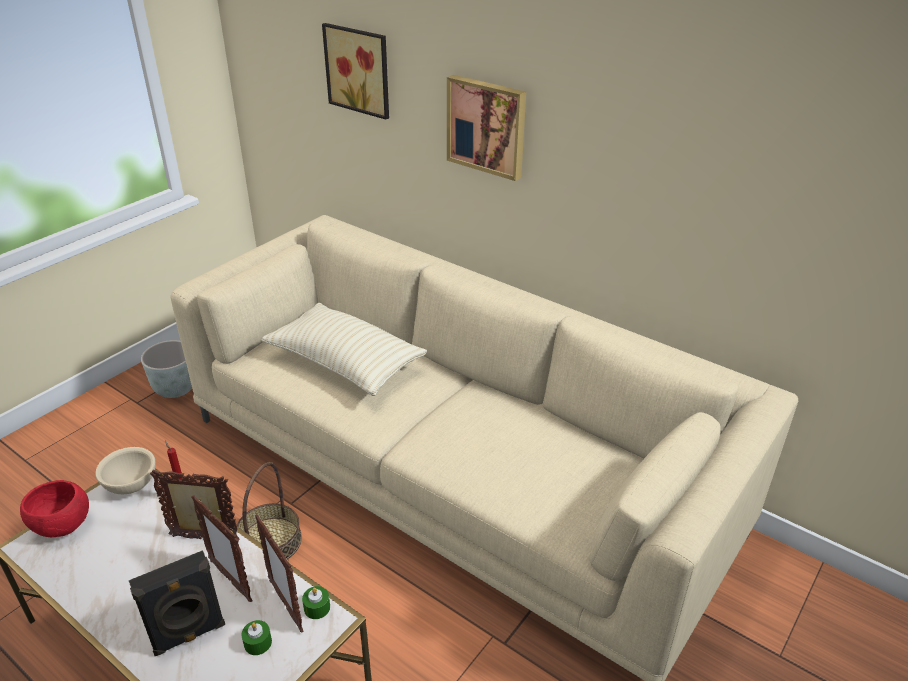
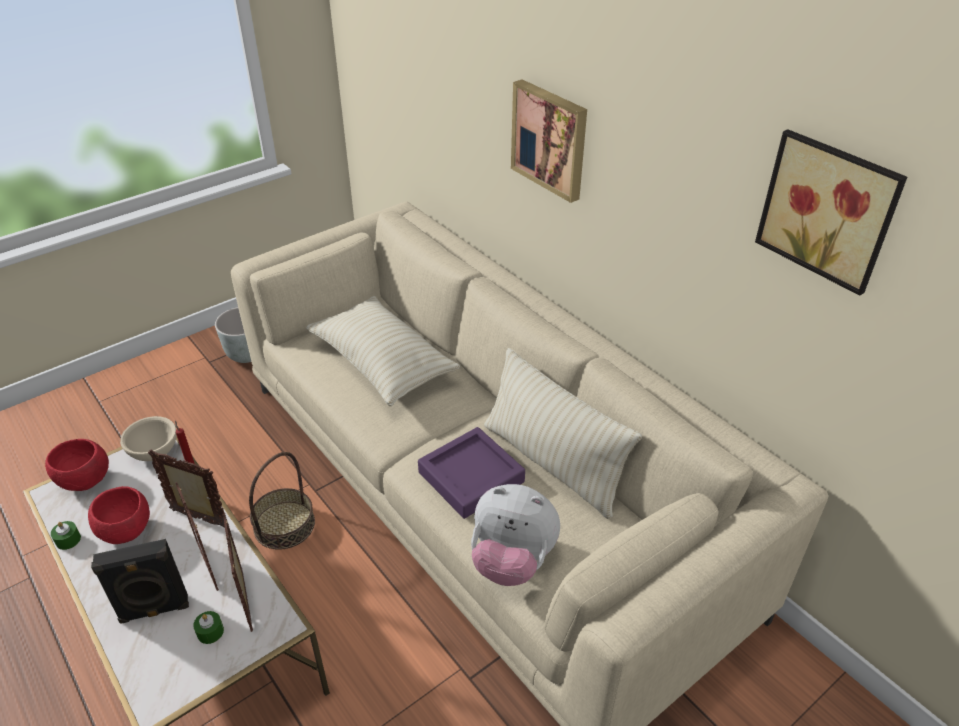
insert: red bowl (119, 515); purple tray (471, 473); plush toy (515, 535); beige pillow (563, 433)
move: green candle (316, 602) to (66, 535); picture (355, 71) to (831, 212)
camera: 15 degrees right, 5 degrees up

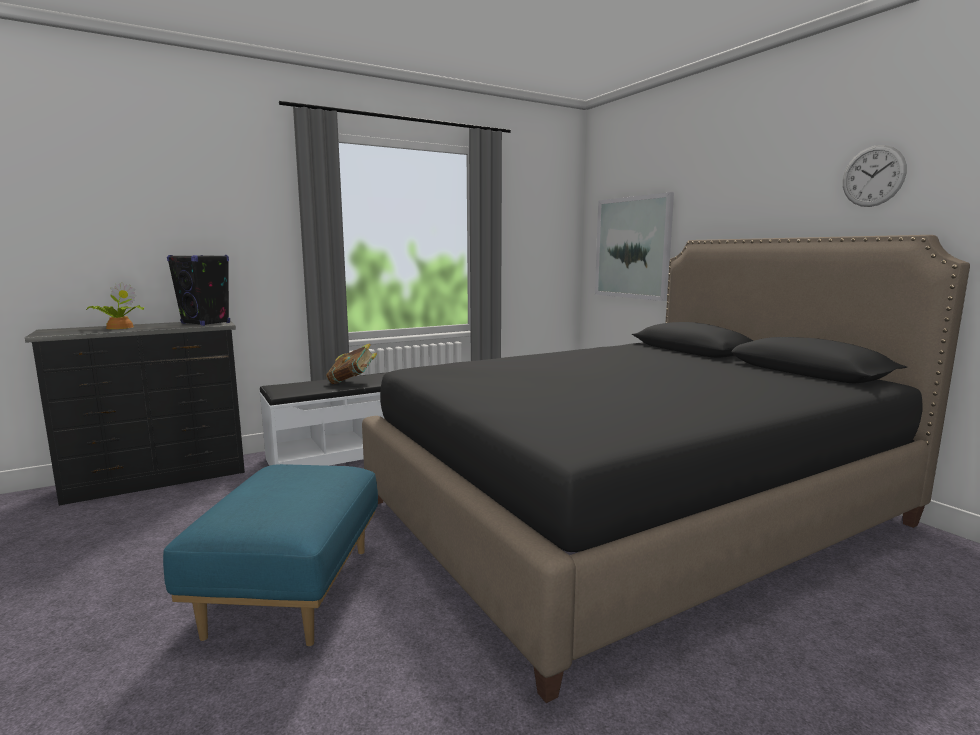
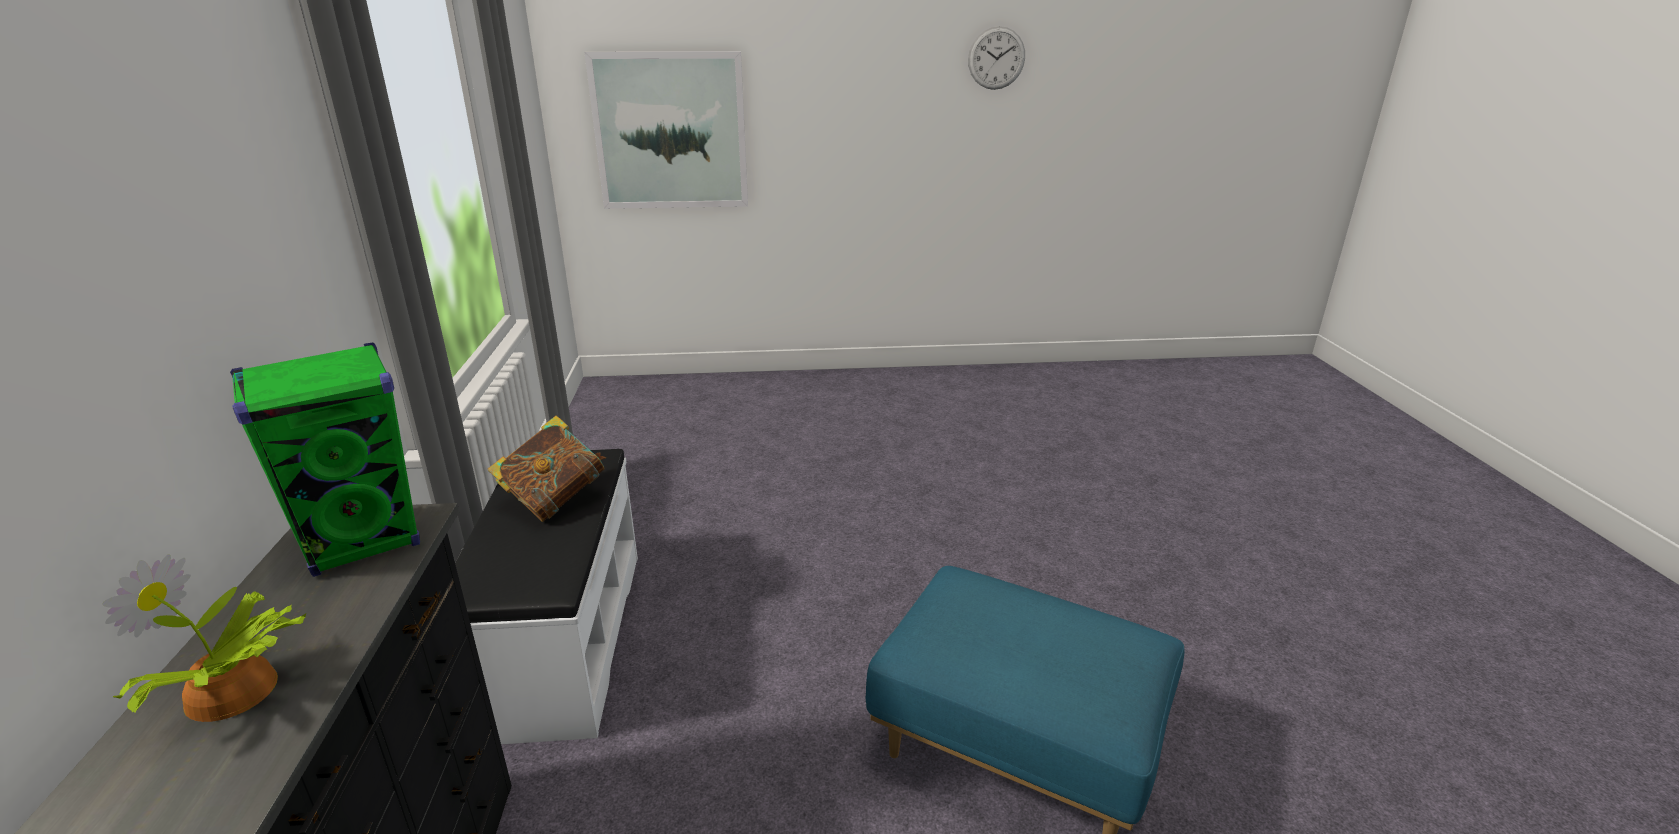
delete: black bed (666, 469)
recolor: black speaker (198, 290) to green speaker (325, 459)
camera: 65 degrees left, 15 degrees up

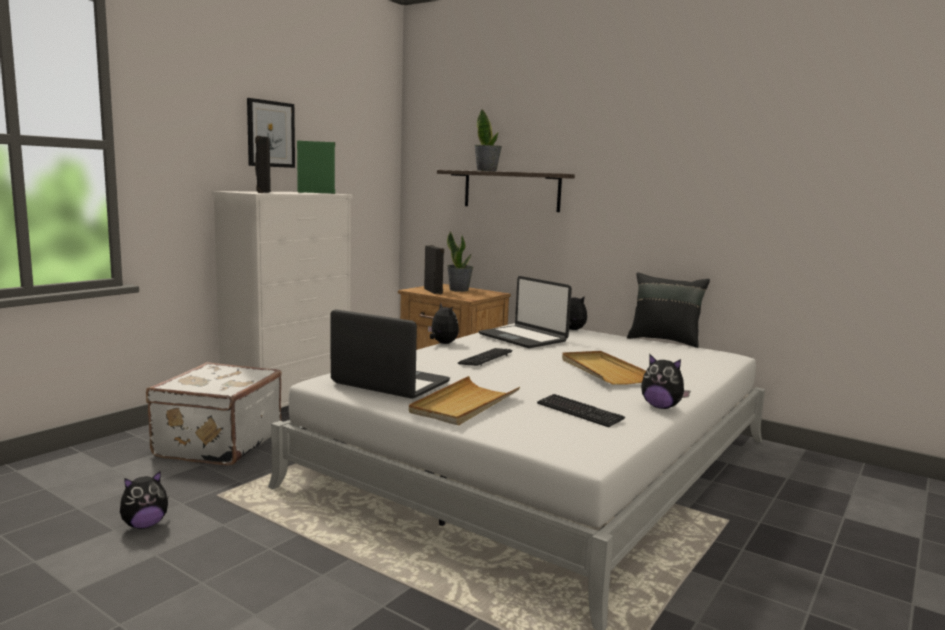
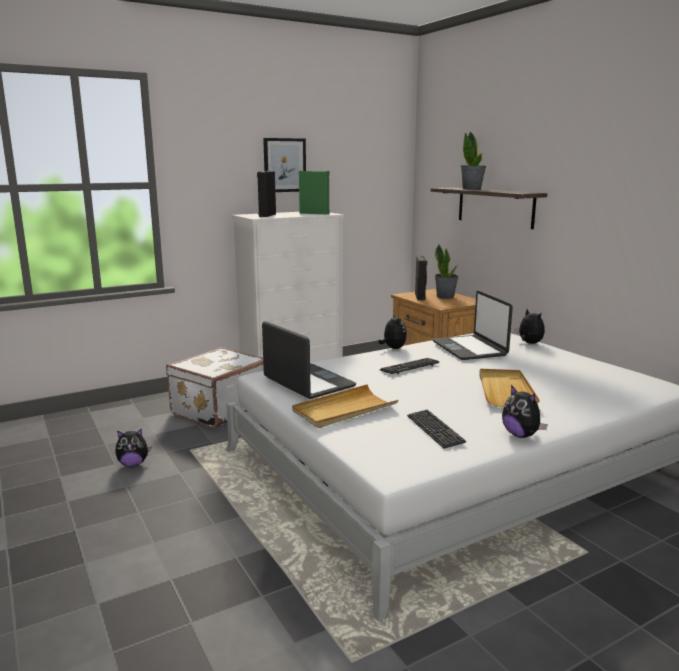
delete: black pillow (668, 310)
camera: 25 degrees right, 5 degrees up

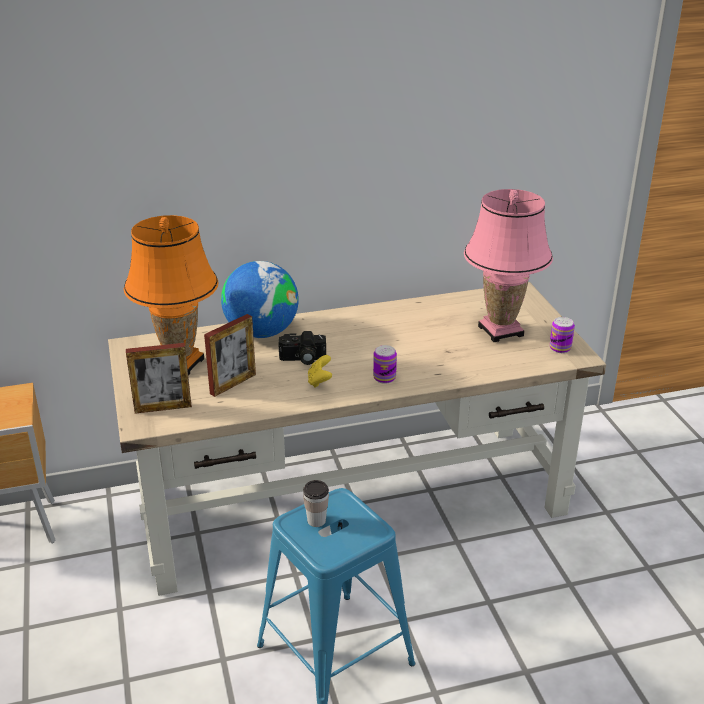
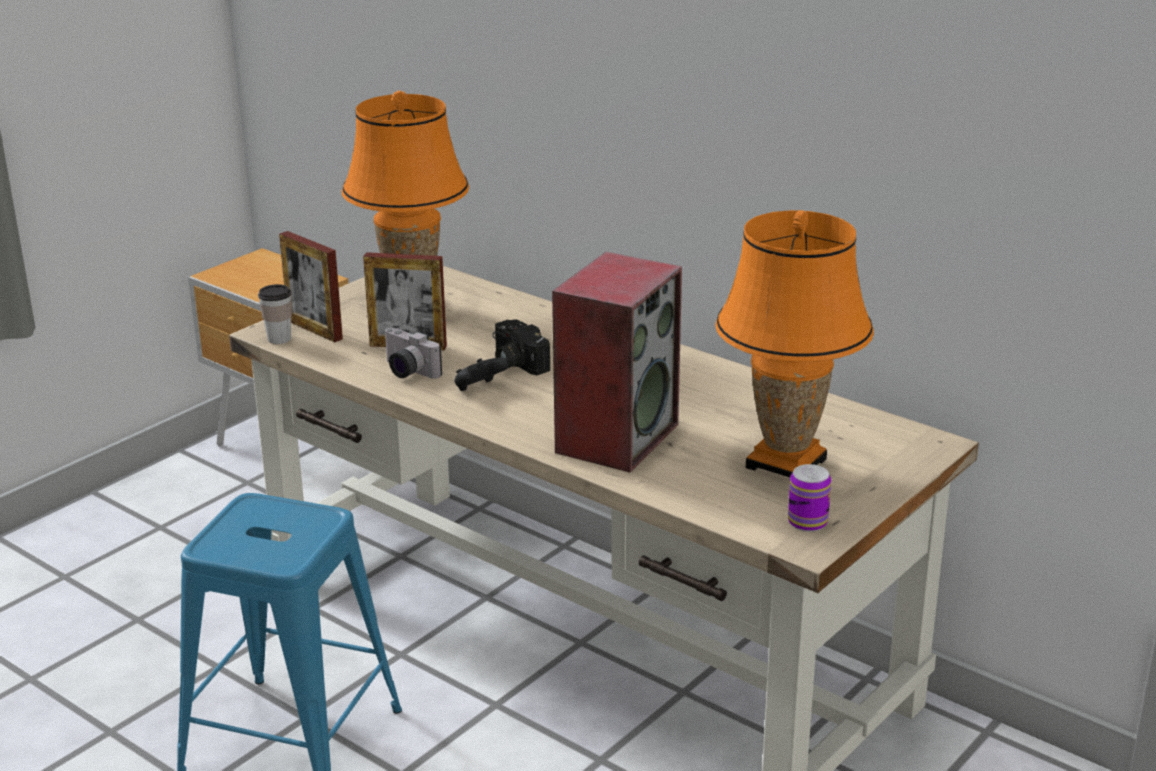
delete: globe (260, 299); can (385, 364)
insert: photo camera (413, 353); speaker (617, 362)
move: cup (316, 503) to (275, 314)
recolor: yellow game controller (320, 371) to black game controller (482, 374); pink table lamp (508, 265) to orange table lamp (794, 343)
camera: 55 degrees right, 5 degrees down

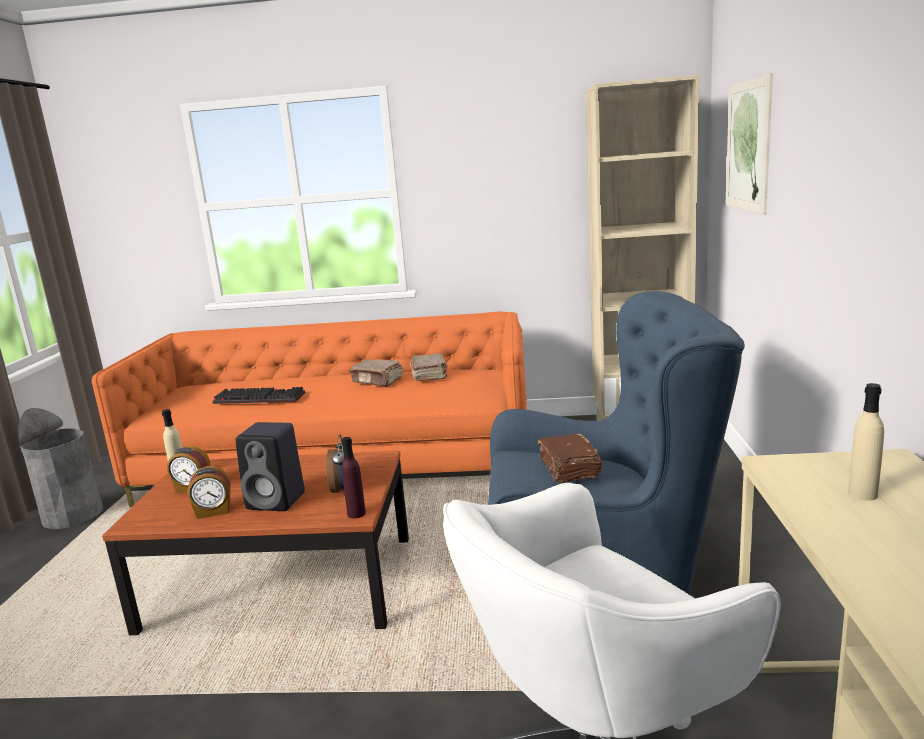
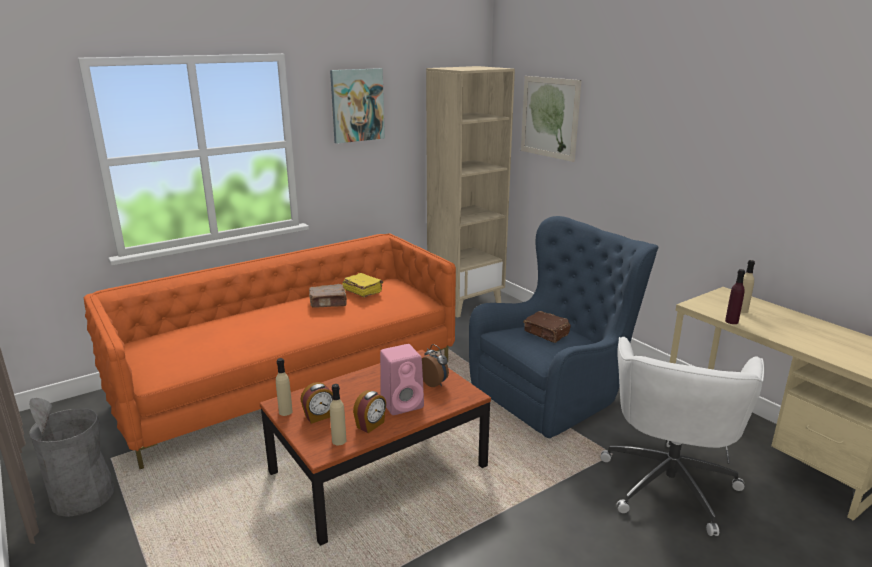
delete: keyboard (259, 395)
insert: picture (357, 106); beige bottle (338, 414)
move: purple bottle (353, 477) to (735, 296)
recolor: brown book (429, 367) to yellow book (362, 285); black speaker (270, 466) to pink speaker (402, 379)
camera: 40 degrees left, 5 degrees up

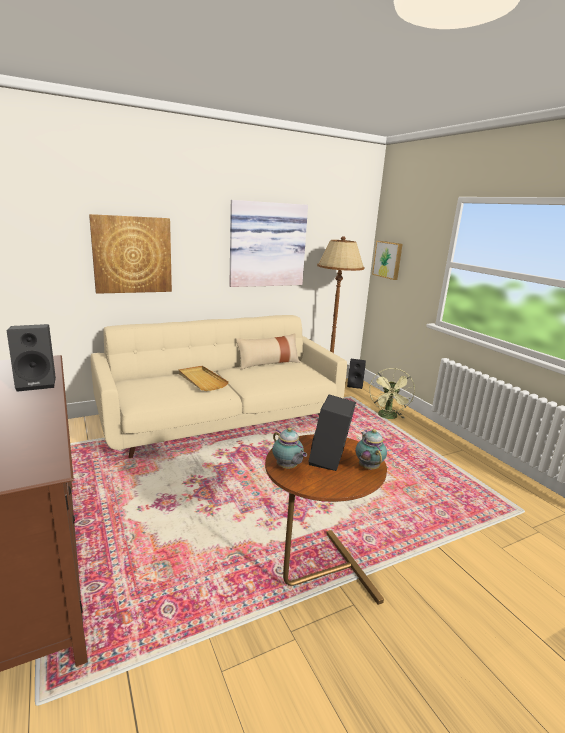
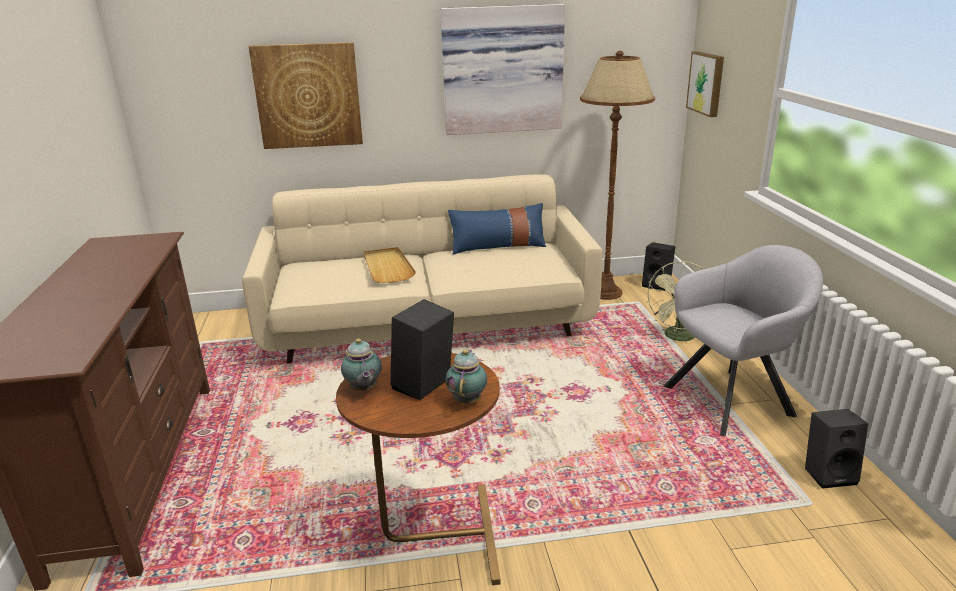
insert: grey armchair (743, 340)
move: black speaker (31, 358) to (836, 449)
recolor: beige pillow (268, 351) to blue pillow (497, 228)
camera: 20 degrees right, 5 degrees up

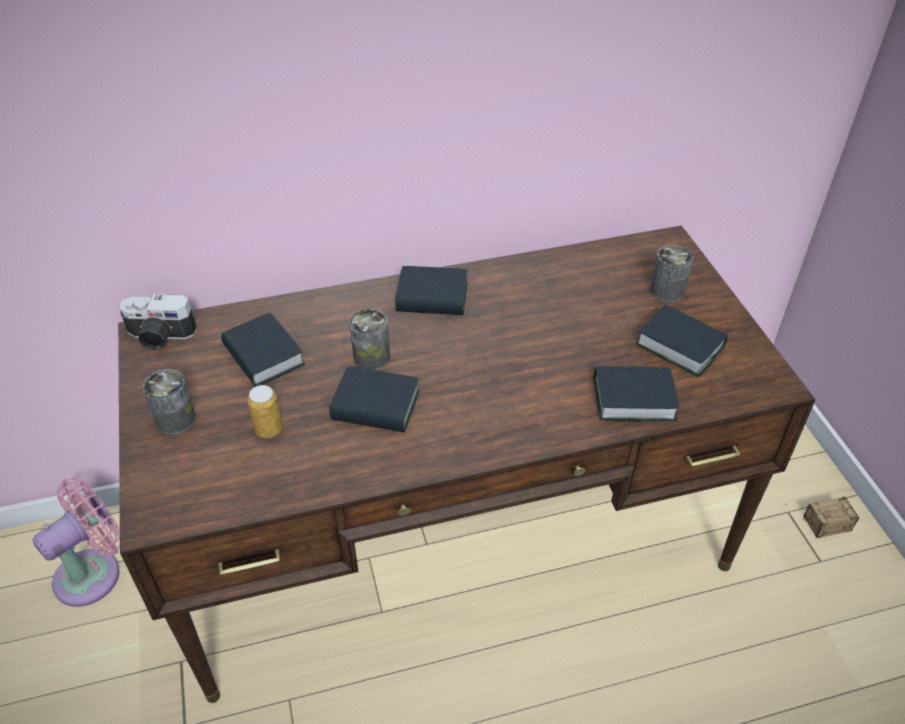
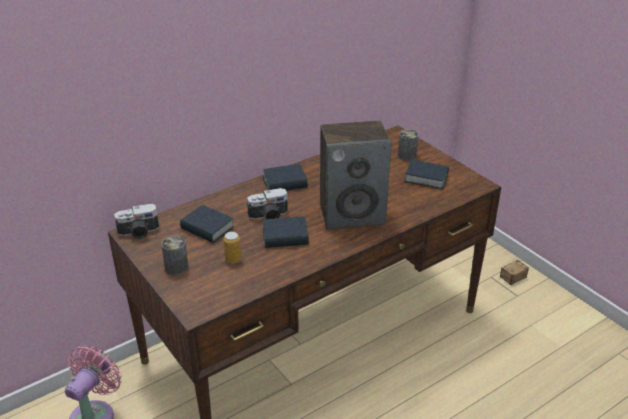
delete: book (636, 394)
insert: speaker (355, 175)
replace: can (370, 339) to photo camera (267, 203)
camera: 20 degrees left, 10 degrees down

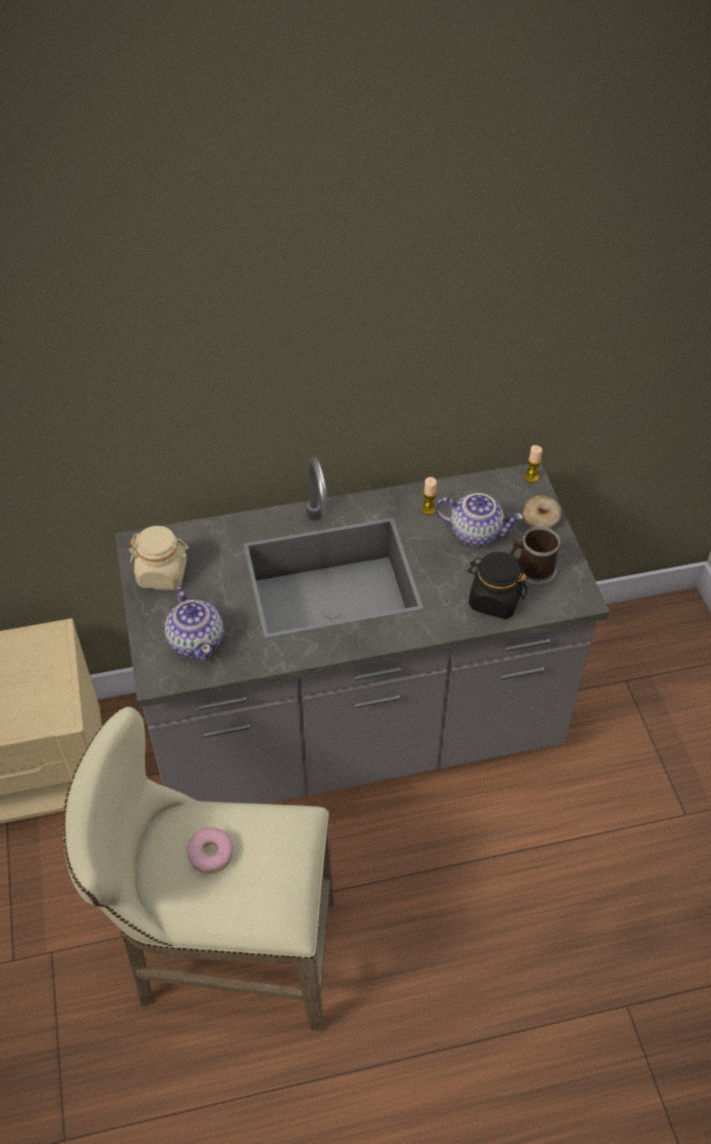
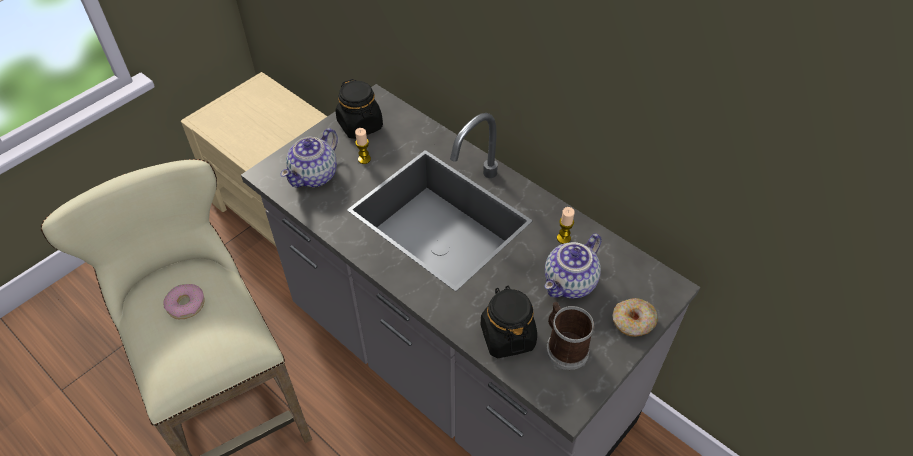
move: candle (533, 464) to (363, 146)
recolor: beige jar (159, 558) to black jar (359, 109)
rotate: teapot (479, 519) = (573, 266) 60 degrees clockwise
camera: 55 degrees right, 0 degrees up

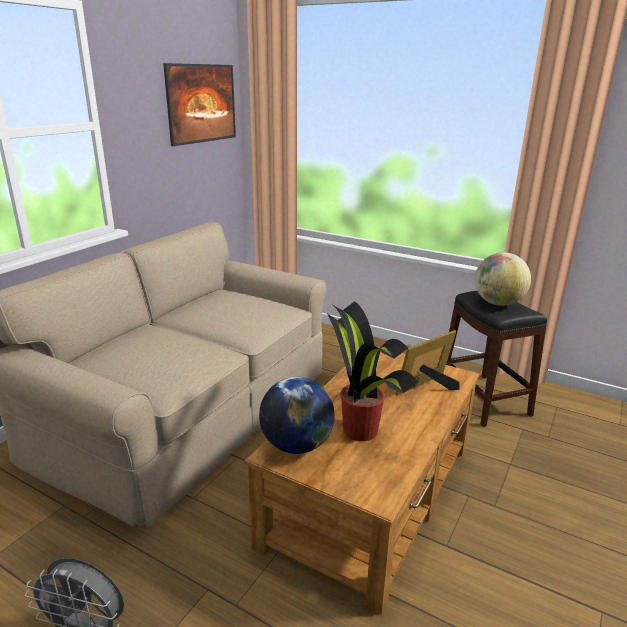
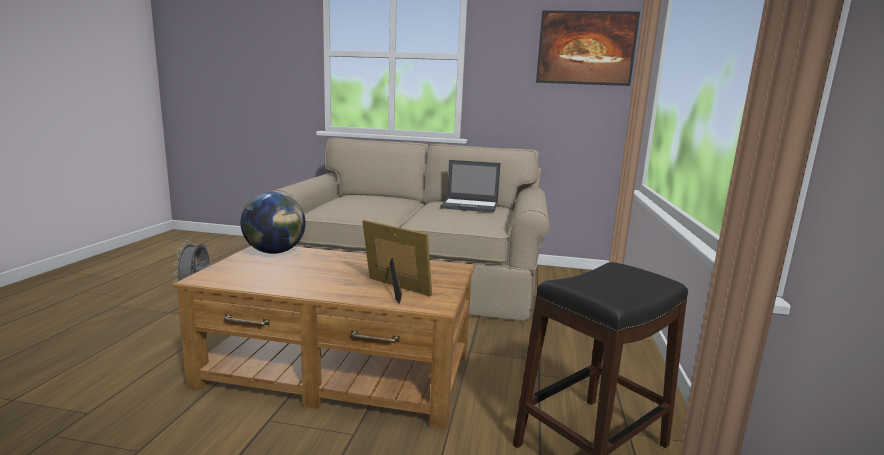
delete: potted plant (372, 371); globe (503, 279)
insert: laptop (470, 186)
camera: 70 degrees right, 10 degrees down

